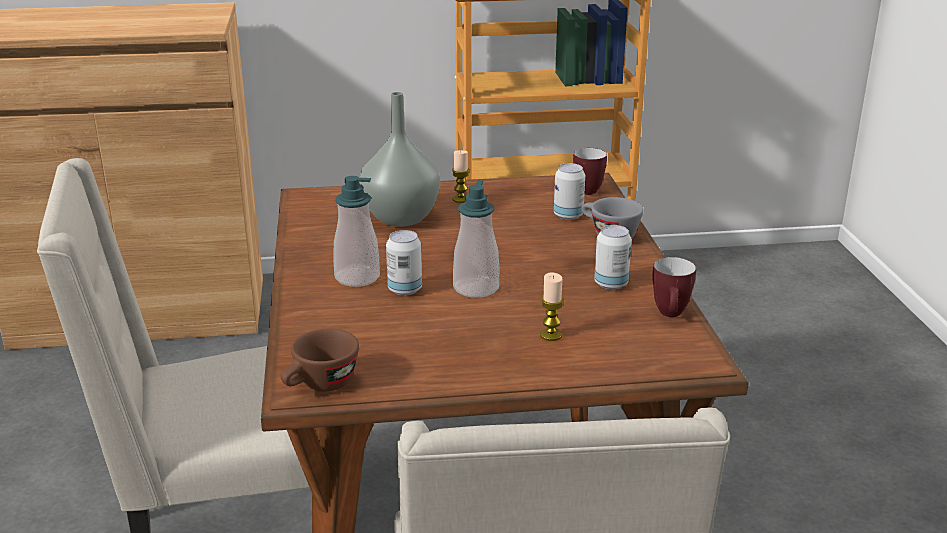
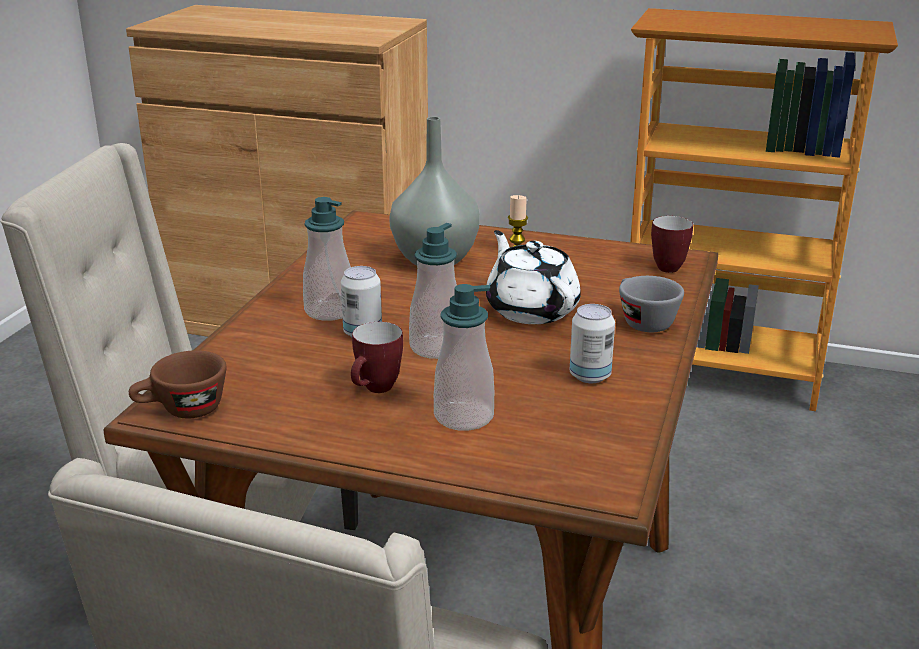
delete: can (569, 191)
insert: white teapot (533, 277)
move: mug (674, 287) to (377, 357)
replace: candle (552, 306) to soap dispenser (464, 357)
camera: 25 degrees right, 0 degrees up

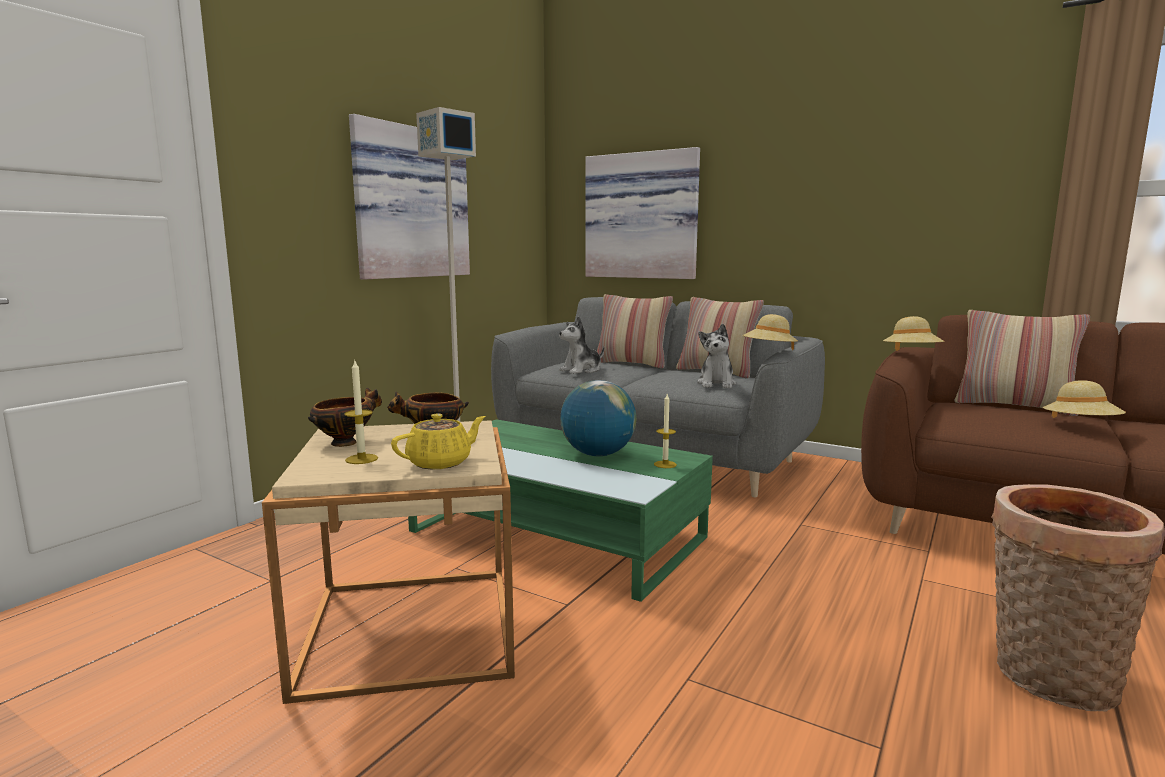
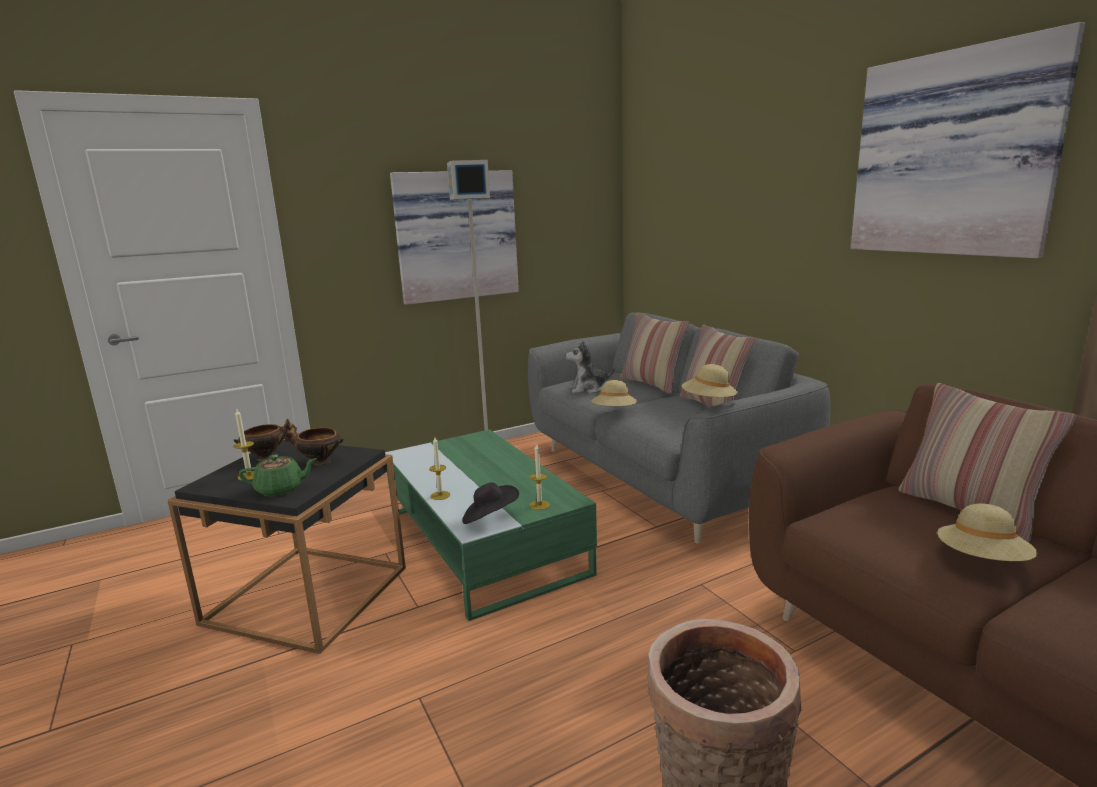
delete: globe (598, 418); plush toy (716, 356)
insert: candle (439, 468); black hat (490, 503)
move: beige hat (913, 333) to (614, 393); picture (642, 213) to (968, 140)
recolor: beige side table (388, 562) to black side table (286, 547); yellow teapot (438, 441) to green teapot (278, 475)
camera: 30 degrees right, 5 degrees up

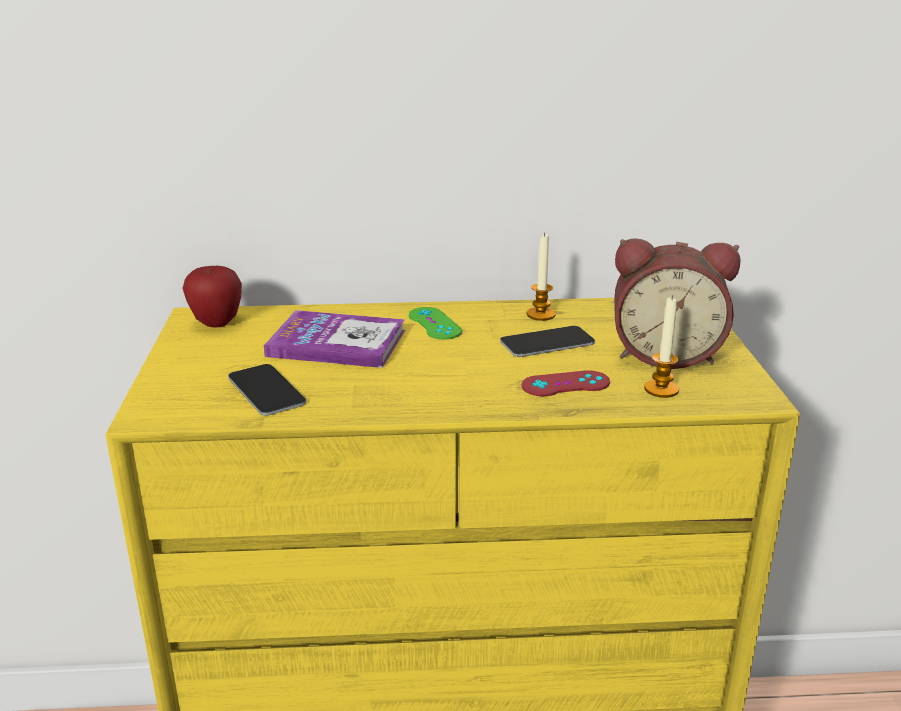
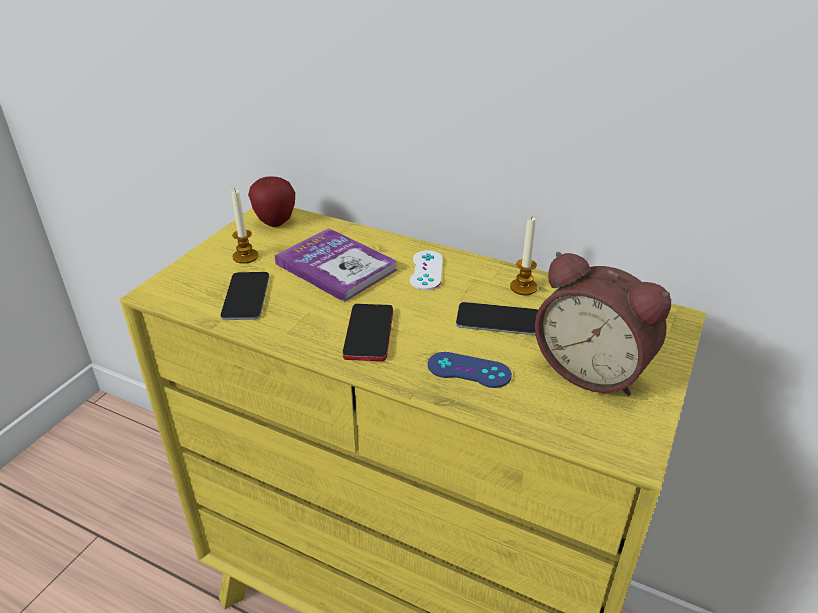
insert: phone (368, 332)
move: candle (661, 346) to (244, 226)
recolor: green game controller (435, 323) to white game controller (426, 270); red game controller (566, 383) to blue game controller (470, 370)
camera: 30 degrees right, 10 degrees up

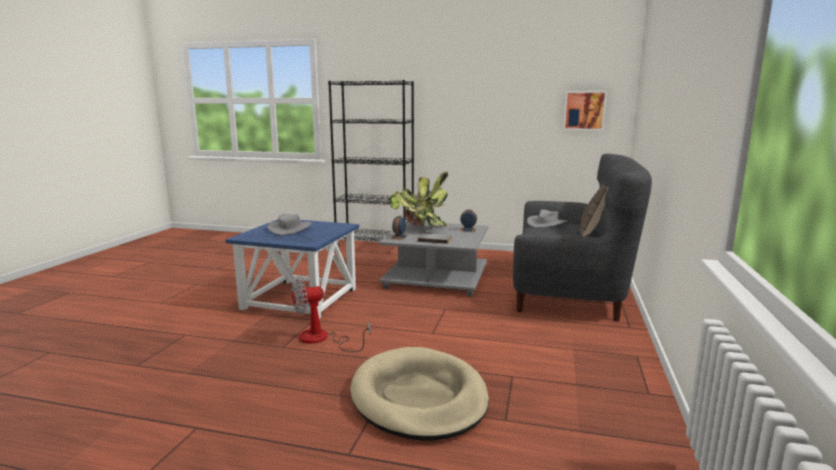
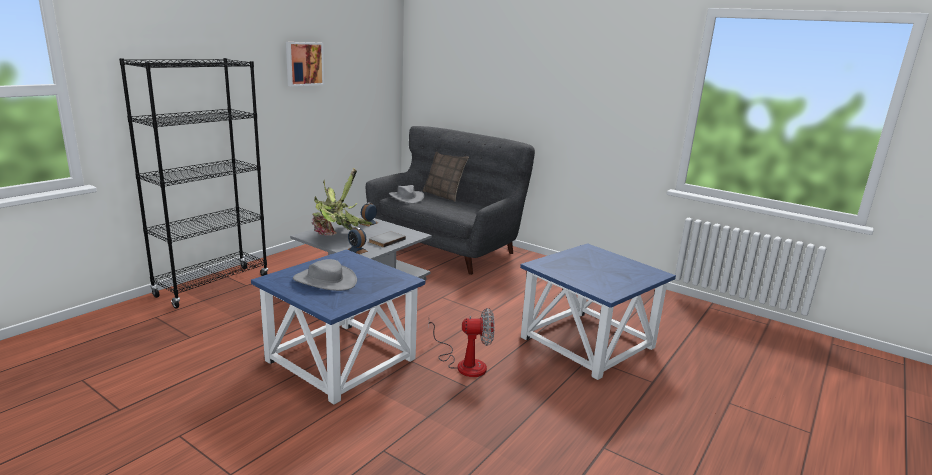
move: picture (585, 111) to (305, 64)
replace: beige dog bed (419, 393) to blue side table (598, 311)
rotate: fan (330, 315) = (462, 342) 90 degrees counterclockwise
camera: 70 degrees left, 5 degrees up

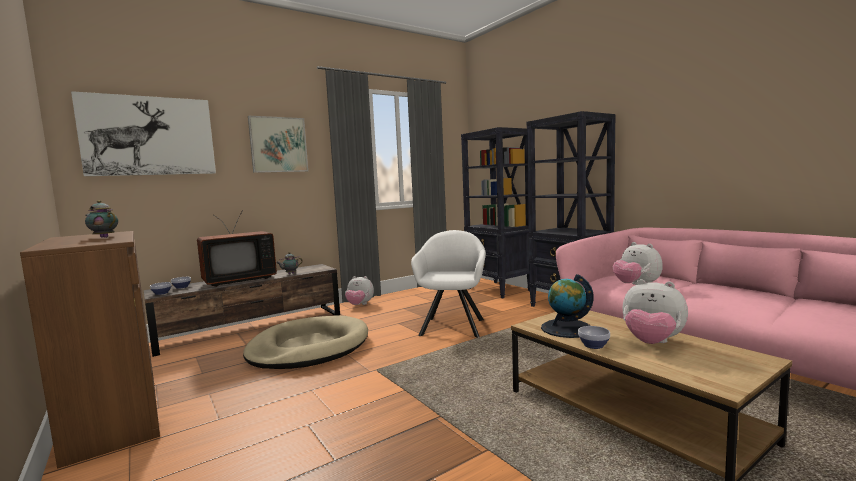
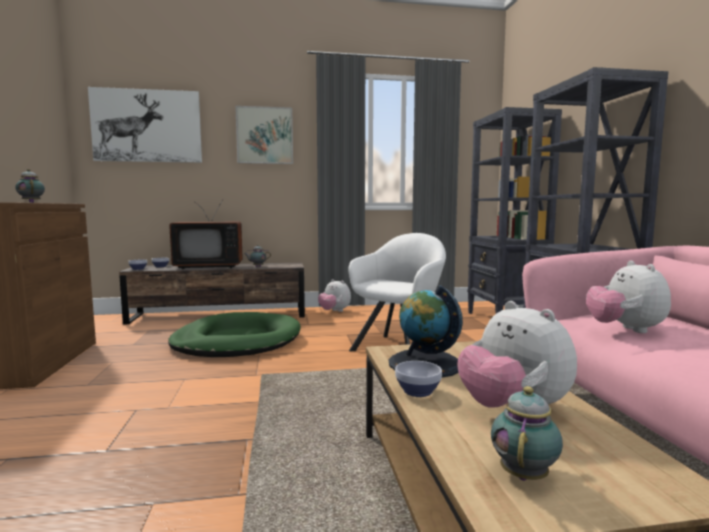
insert: teapot (527, 433)
recolor: beige dog bed (305, 342) to green dog bed (234, 334)
camera: 25 degrees right, 0 degrees up

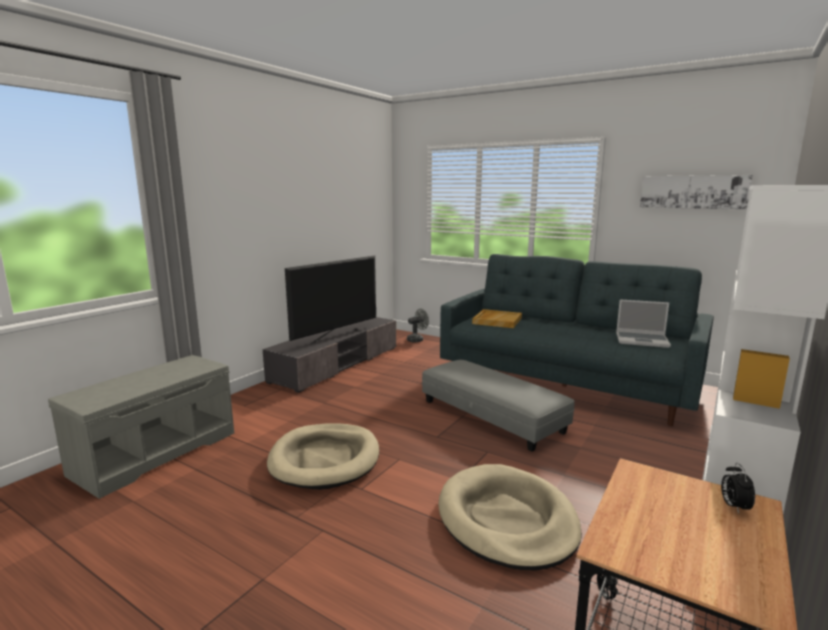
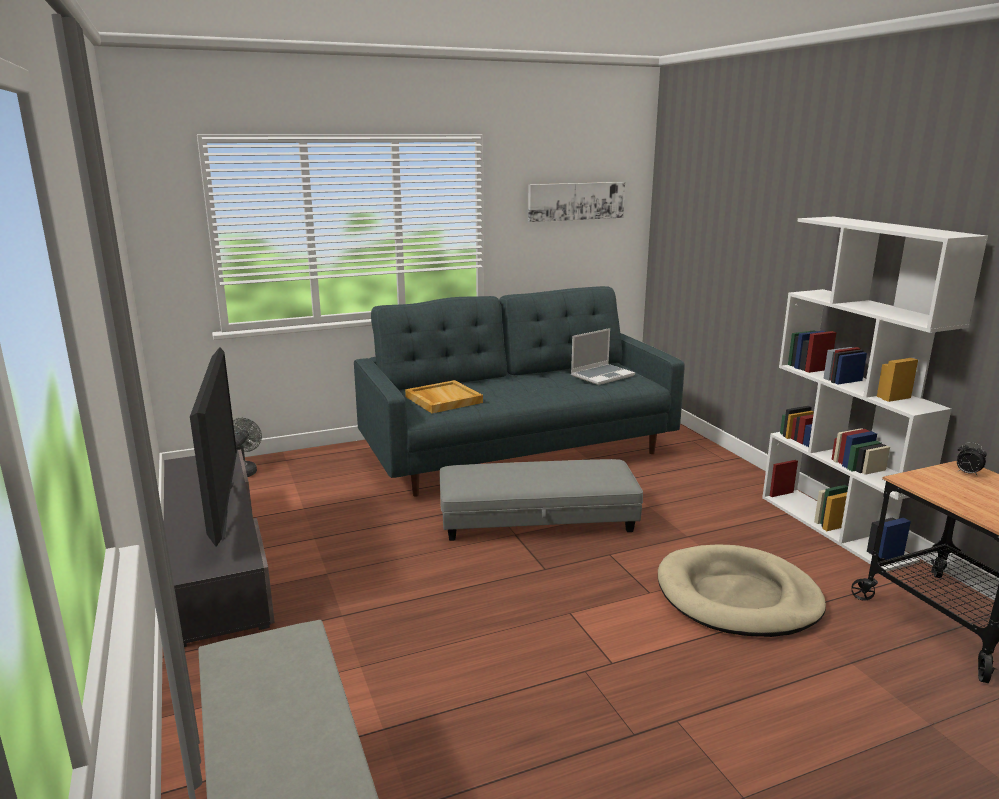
delete: beige dog bed (323, 456)
camera: 55 degrees left, 5 degrees up

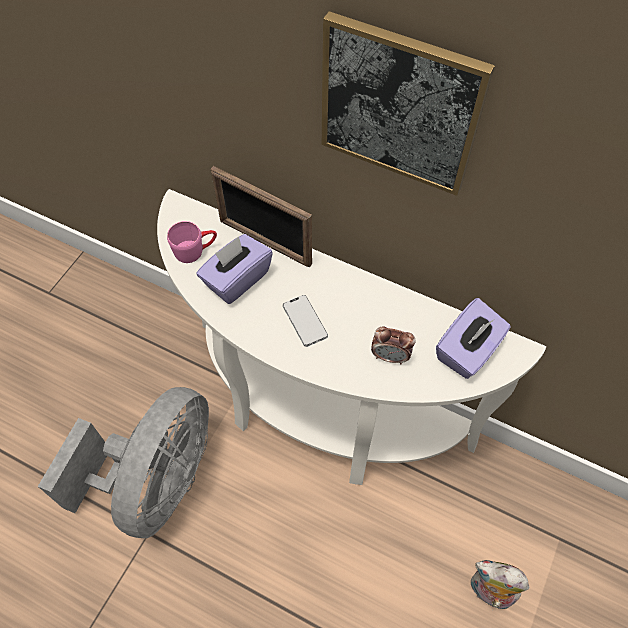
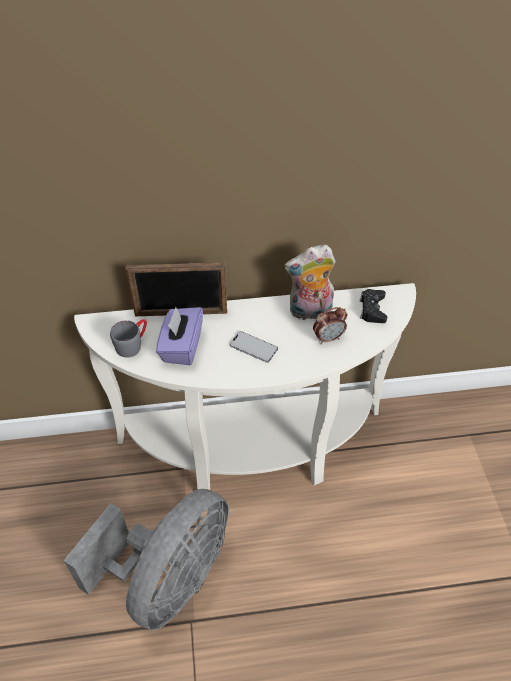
delete: picture (408, 103)
move: plush toy (500, 584) to (310, 282)
replace: purple tissue box (473, 338) to black game controller (373, 306)
recolor: pink mug (192, 242) to grey mug (128, 338)
rotate: grey fan (123, 462) = (146, 559) 45 degrees clockwise
camera: 35 degrees left, 10 degrees down

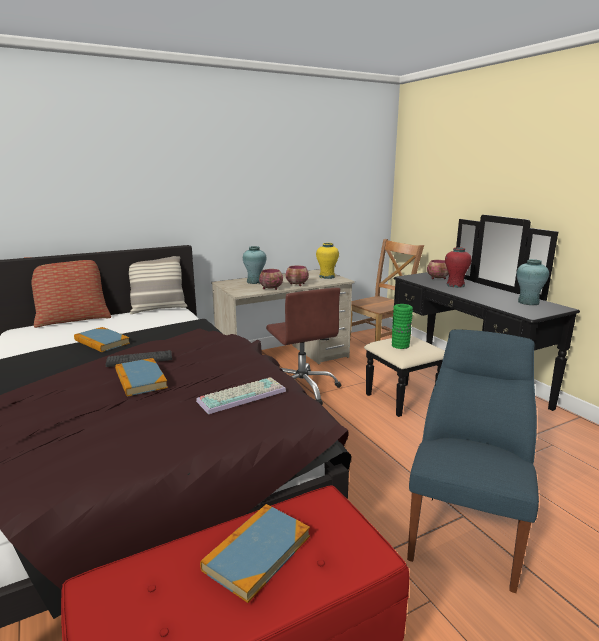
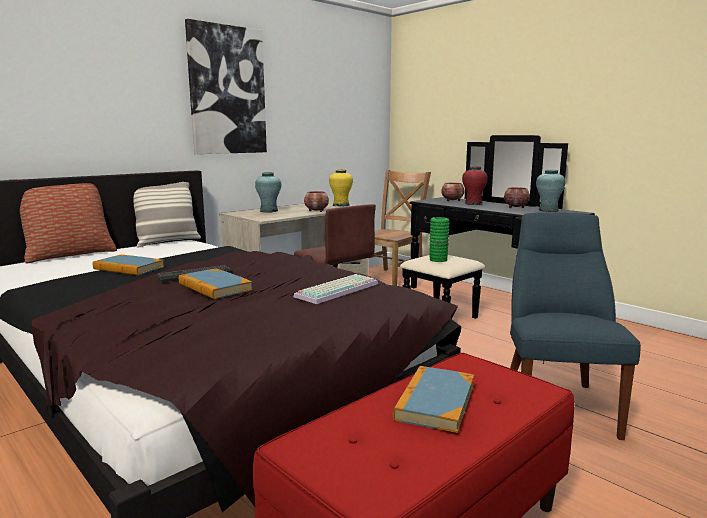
insert: picture (226, 86)
move: bowl (271, 279) to (517, 197)
camera: 15 degrees left, 5 degrees down

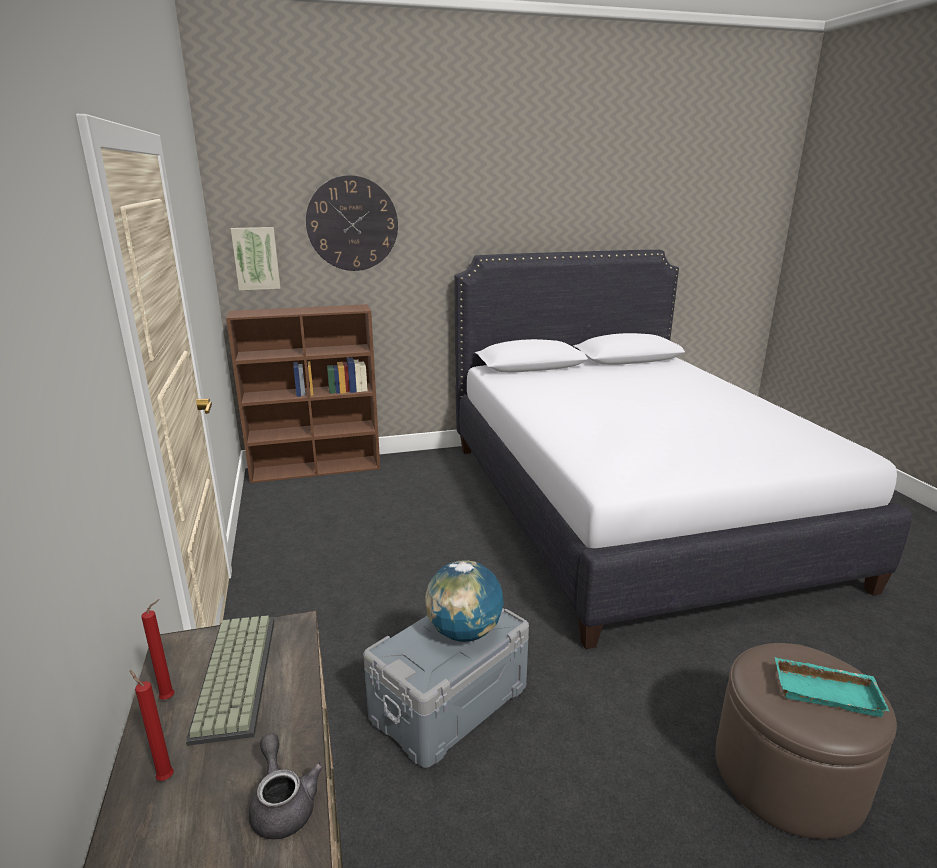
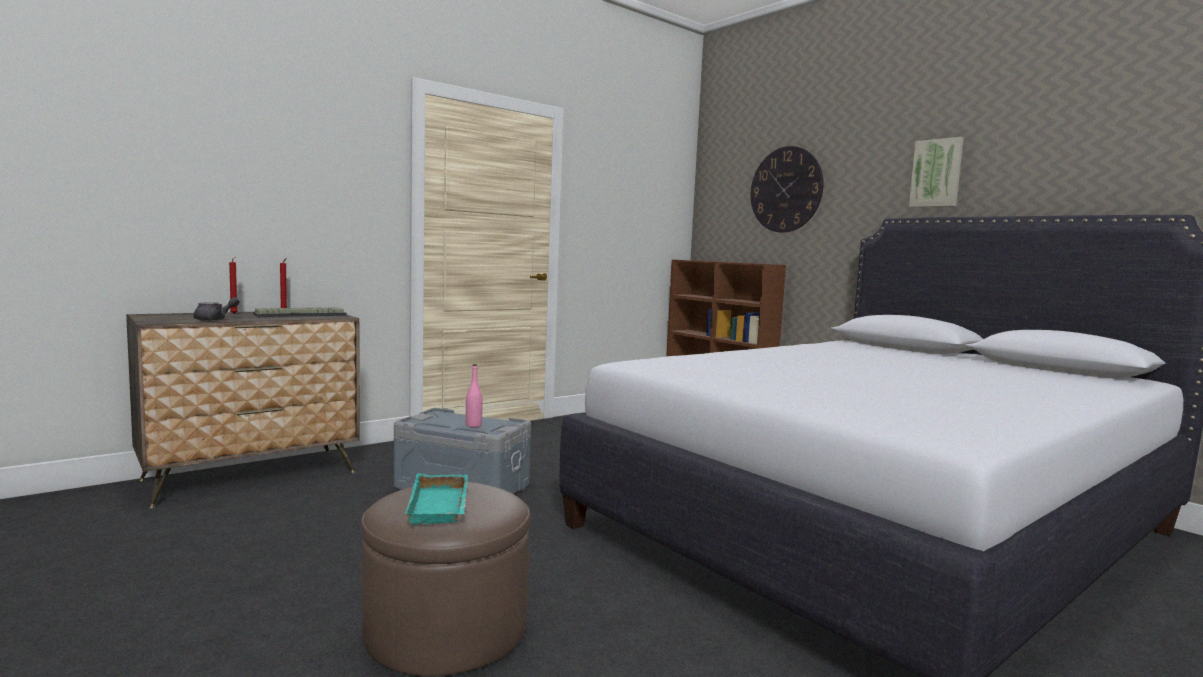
move: picture (255, 258) to (936, 172)
replace: globe (464, 601) to pink bottle (474, 396)
camera: 65 degrees right, 15 degrees down

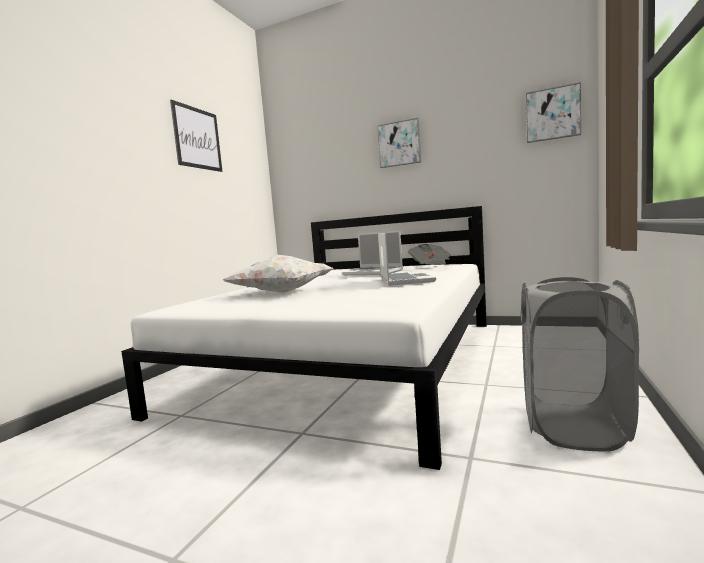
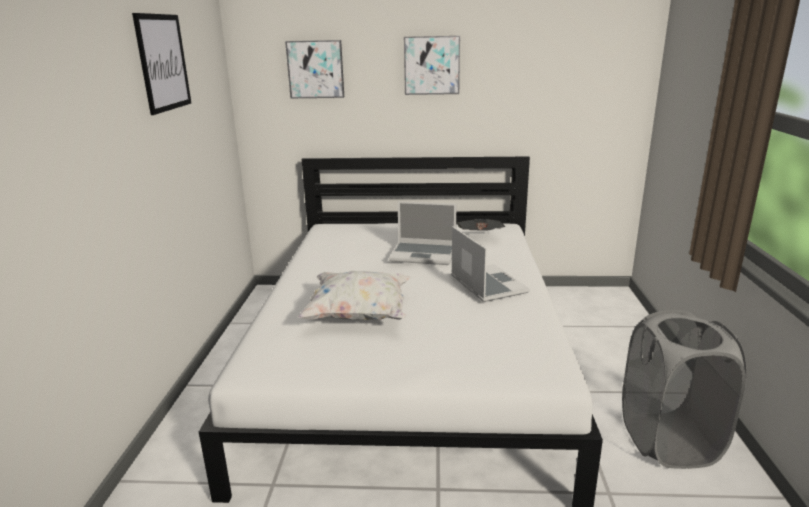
move: picture (553, 112) to (314, 69)
camera: 20 degrees left, 15 degrees up

